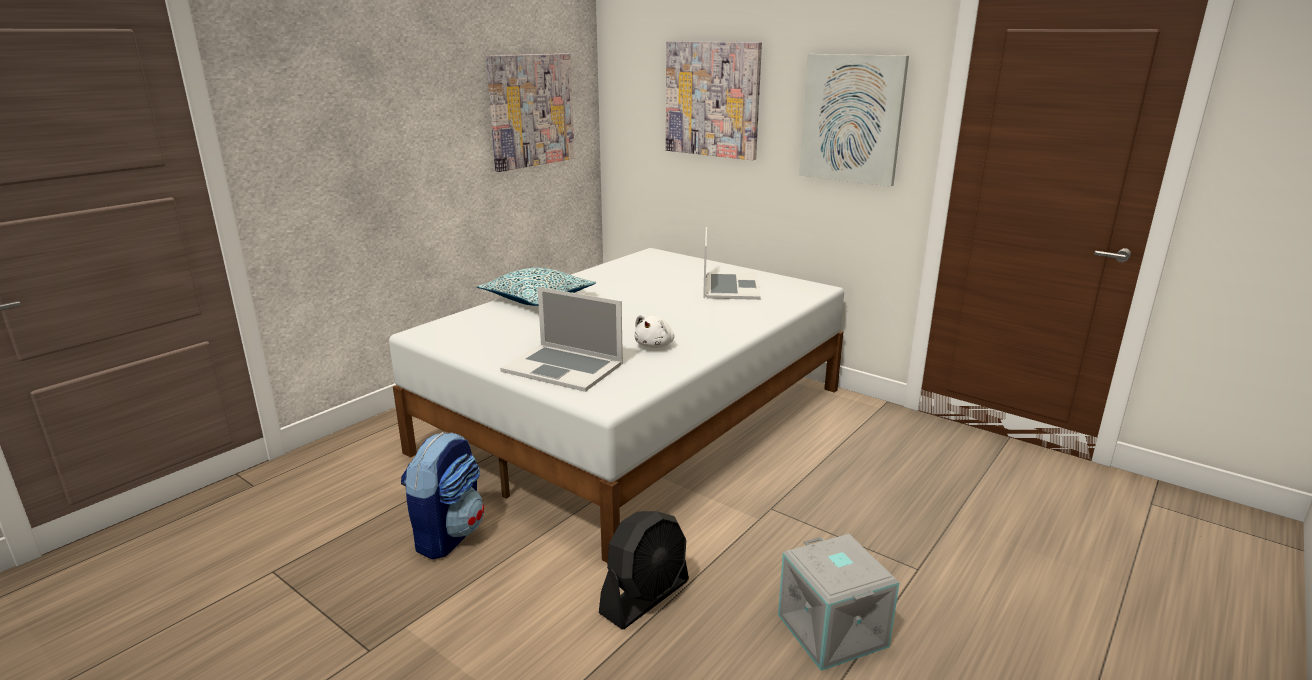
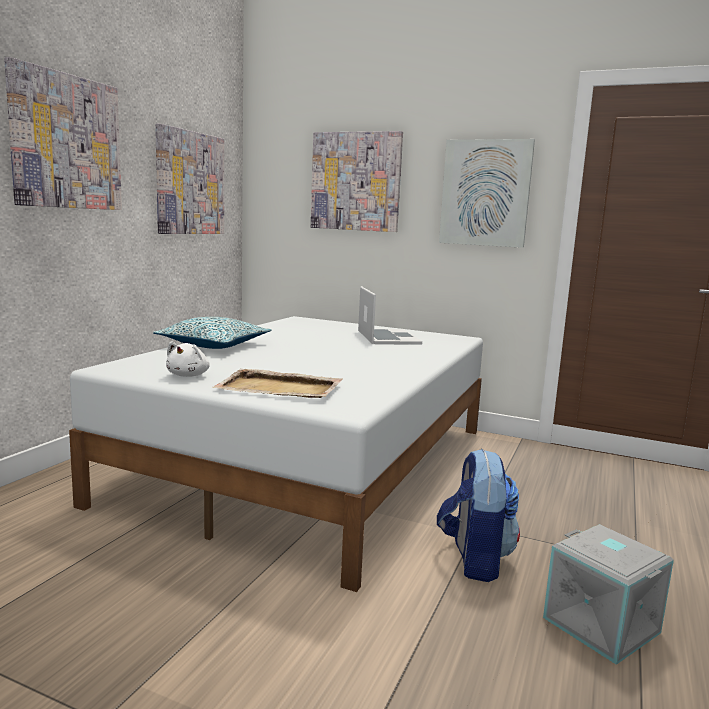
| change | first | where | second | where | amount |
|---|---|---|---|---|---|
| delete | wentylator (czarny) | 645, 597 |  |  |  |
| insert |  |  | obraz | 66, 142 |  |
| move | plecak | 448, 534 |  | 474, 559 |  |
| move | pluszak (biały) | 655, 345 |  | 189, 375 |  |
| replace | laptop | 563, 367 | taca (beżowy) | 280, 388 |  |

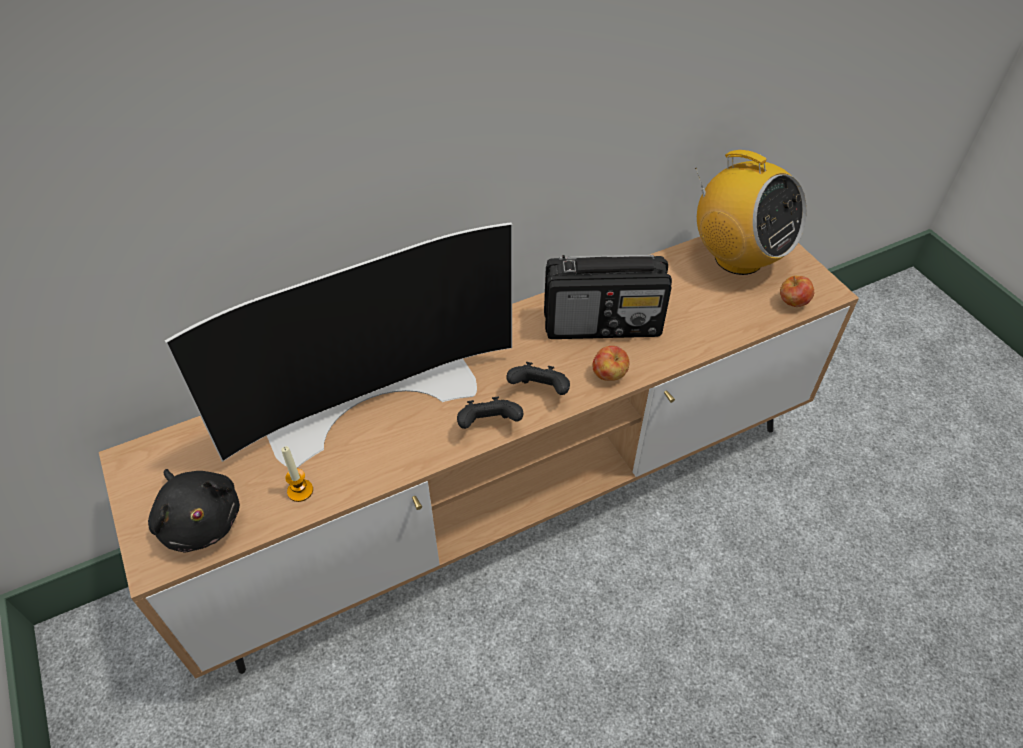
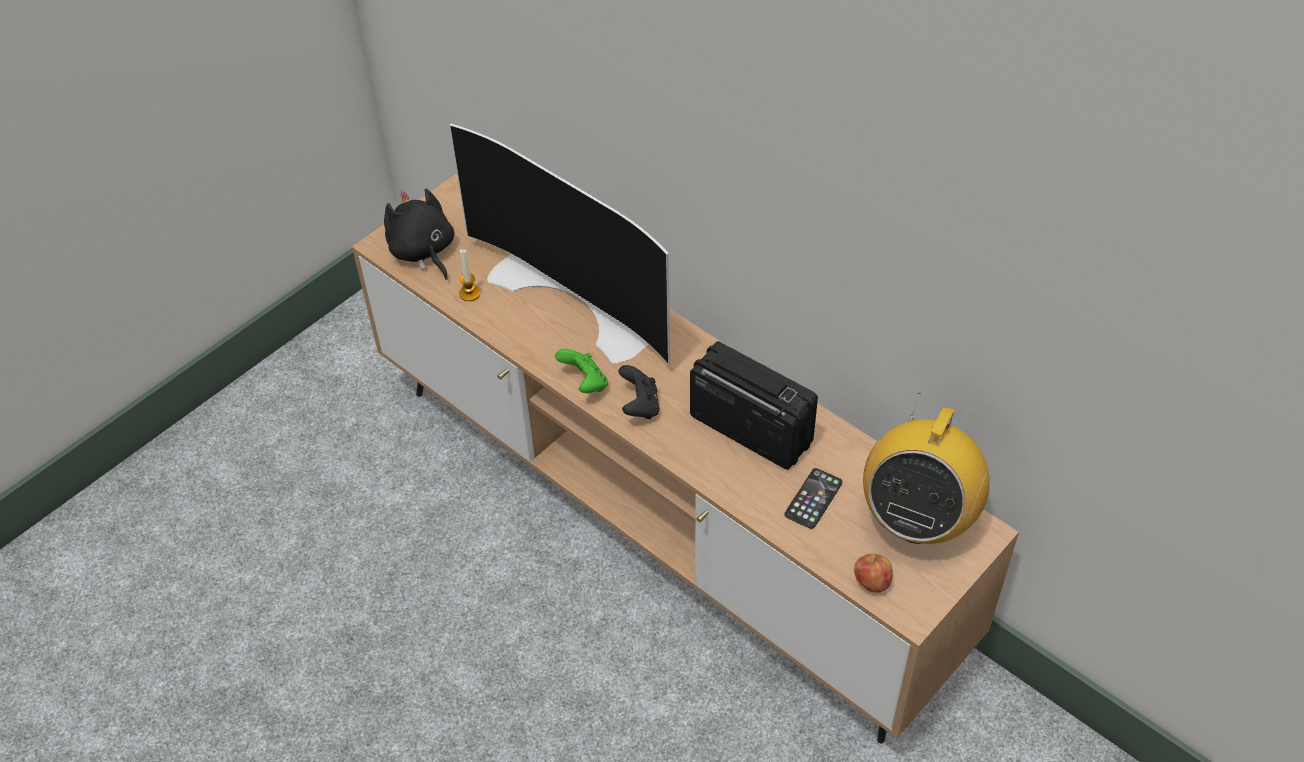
| change | first | where | second | where | amount |
|---|---|---|---|---|---|
| delete | jabłko | 609, 375 |  |  |  |
| insert |  |  | telefon | 813, 499 |  |
| recolor | pad do gier (czarny) | 489, 425 | pad do gier (zielony) | 585, 383 |  |
| rotate | pluszak (czarny) | 200, 520 |  | 423, 251 | 120 degrees clockwise |
| rotate | radio | 603, 324 |  | 749, 429 | 150 degrees clockwise |

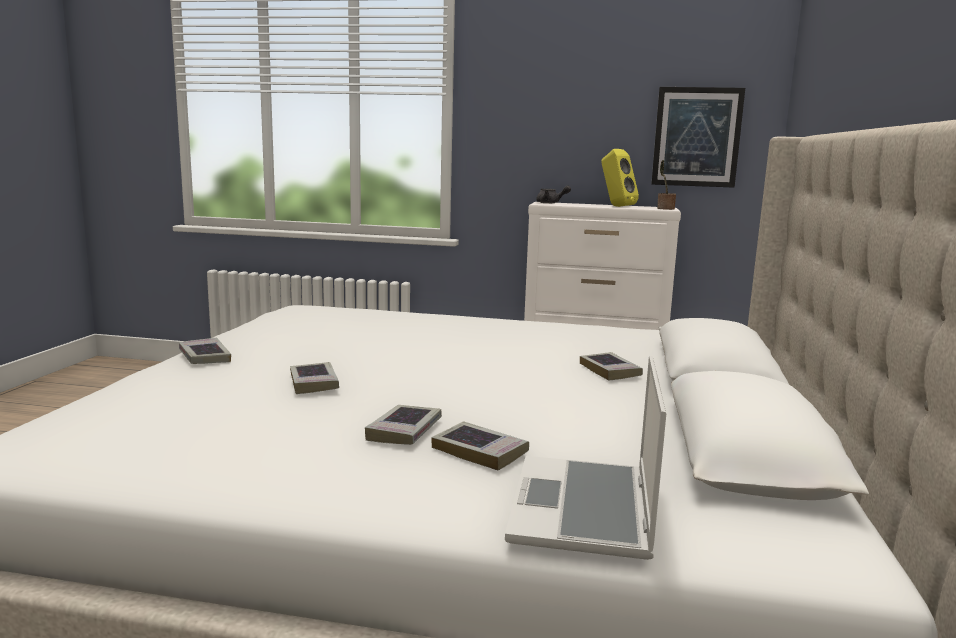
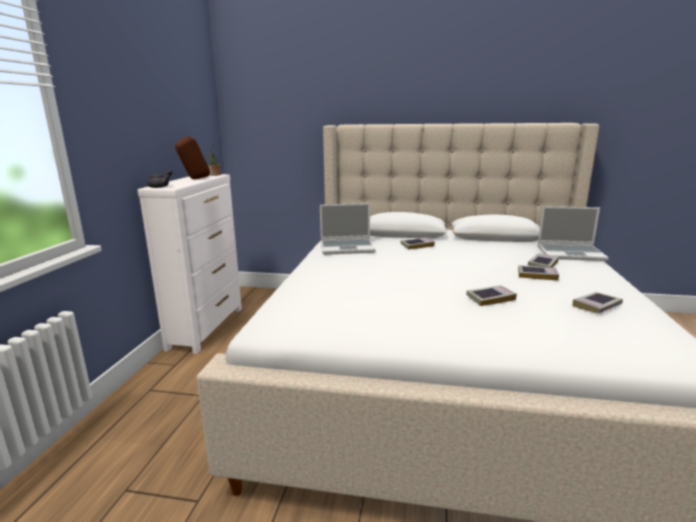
| change | first | where | second | where | amount |
|---|---|---|---|---|---|
| delete | obraz | 696, 137 |  |  |  |
| insert |  |  | laptop | 347, 248 |  |
| move | książka | 204, 357 |  | 596, 306 |  |
| recolor | głośnik (żółty) | 616, 206 | głośnik (brązowy) | 194, 179 |  |

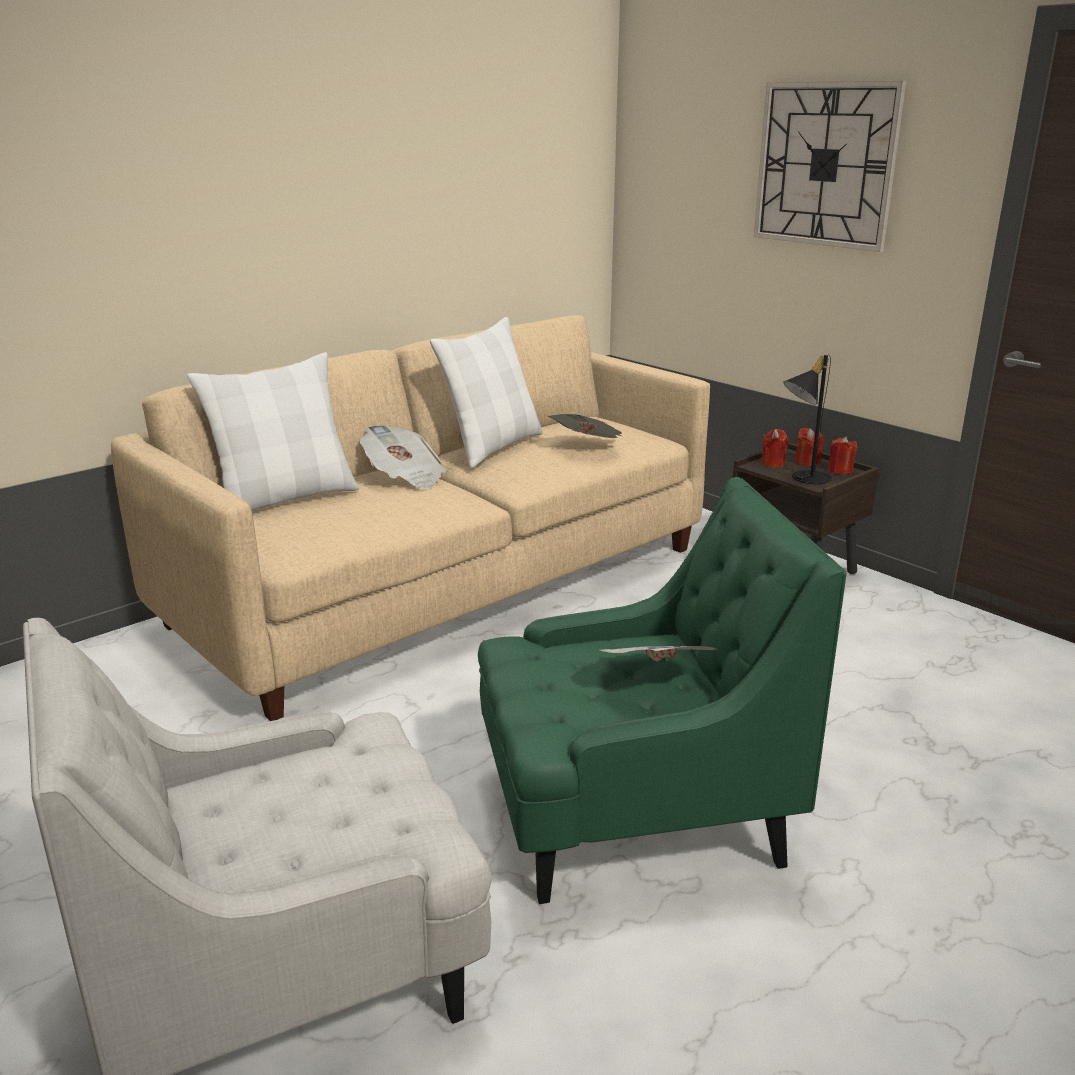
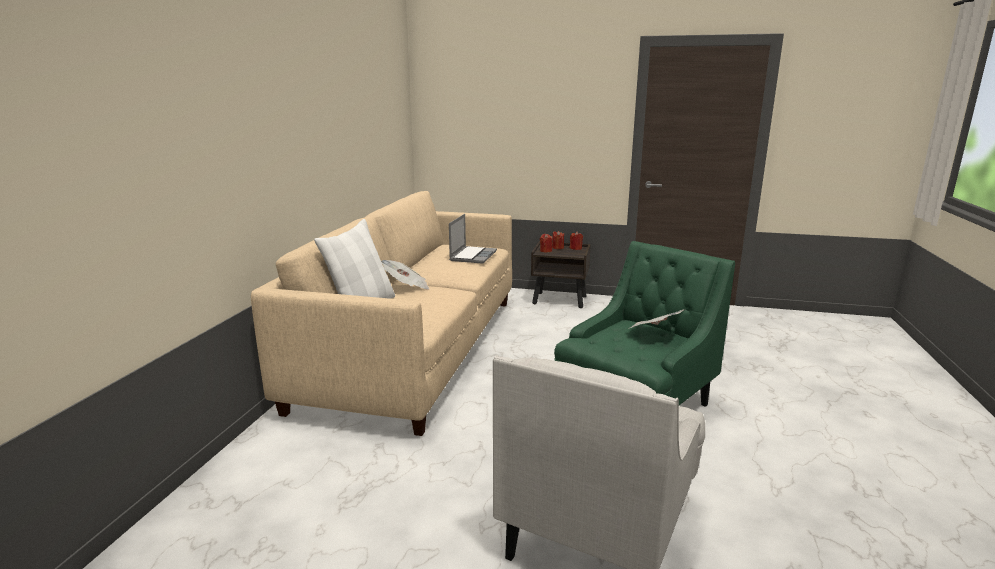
| change | first | where | second | where | amount |
|---|---|---|---|---|---|
| delete | poduszka (biały) | 492, 447 |  |  |  |
| delete | zegar ścienny | 825, 165 |  |  |  |
| delete | lampa stołowa (czarny) | 803, 478 |  |  |  |
| replace | gazeta | 588, 447 | laptop | 473, 256 |  |

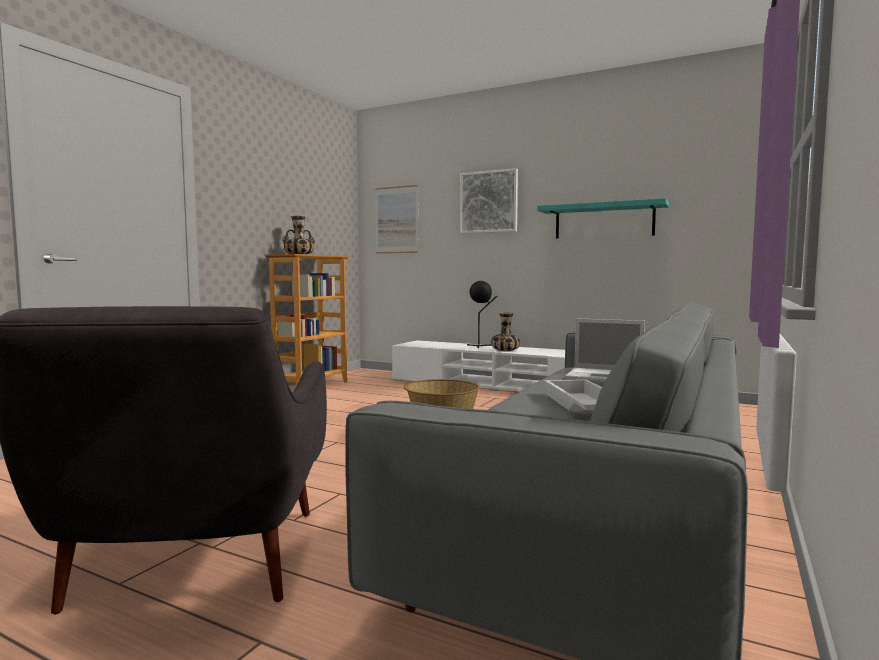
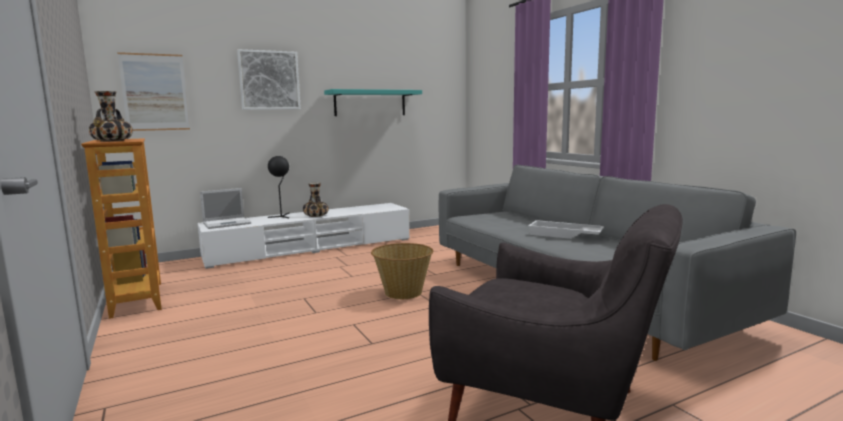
| change | first | where | second | where | amount |
|---|---|---|---|---|---|
| move | laptop | 606, 376 |  | 228, 223 |  |

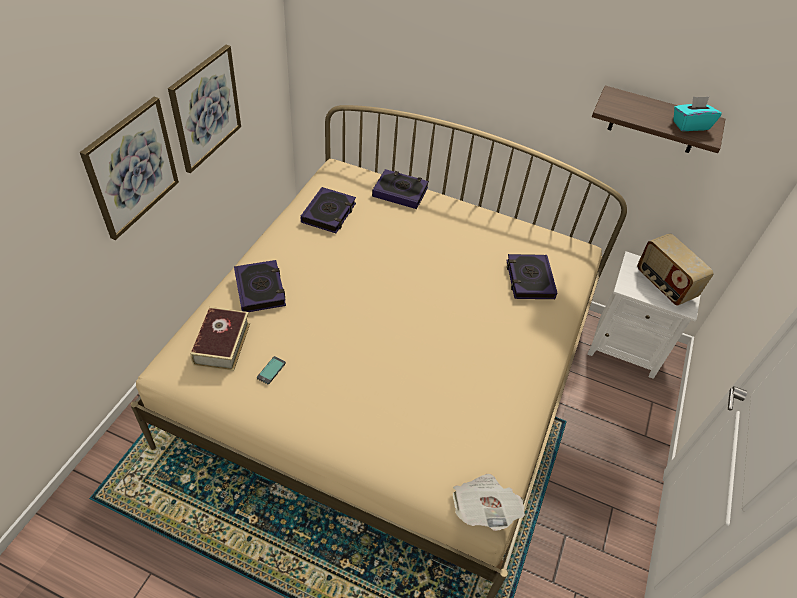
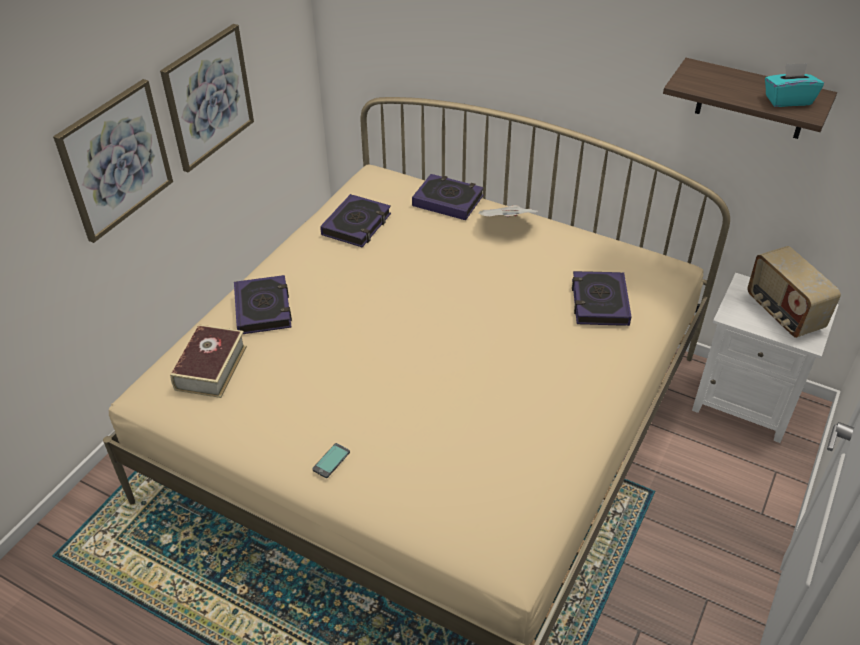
| change | first | where | second | where | amount |
|---|---|---|---|---|---|
| move | telefon | 271, 370 |  | 331, 461 |  |
| move | gazeta | 484, 508 |  | 507, 224 |  |

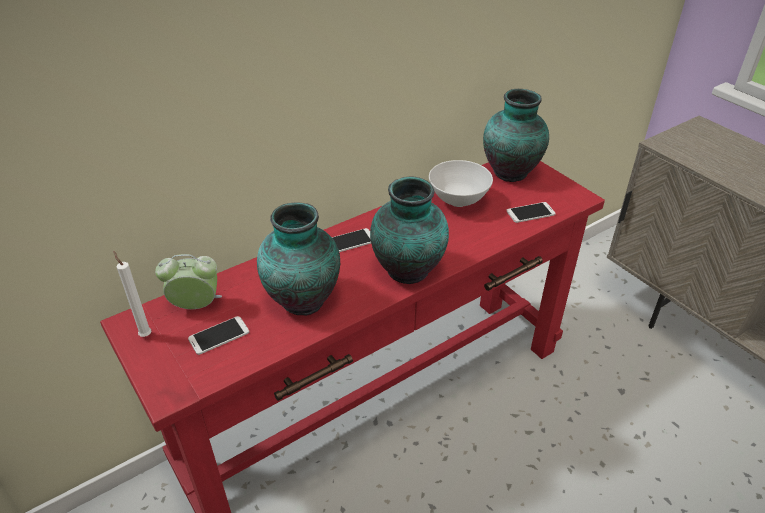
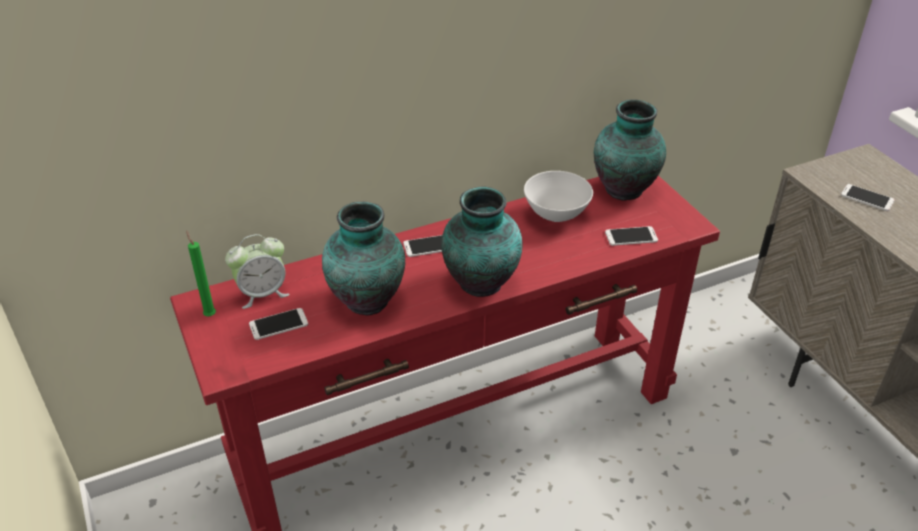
| change | first | where | second | where | amount |
|---|---|---|---|---|---|
| insert |  |  | telefon | 867, 198 |  |
| recolor | świeca (biały) | 145, 334 | świeca (zielony) | 209, 314 |  |
| rotate | budzik | 196, 306 |  | 262, 293 | 150 degrees clockwise |

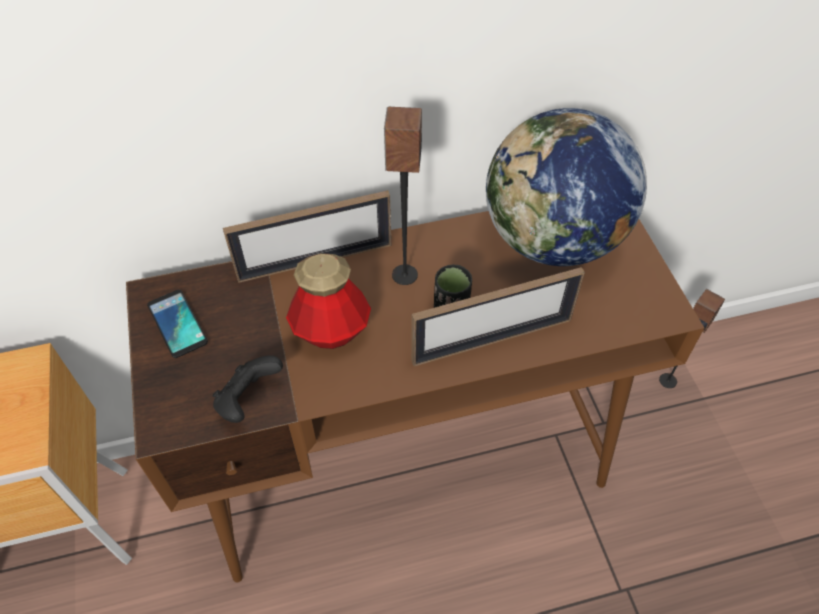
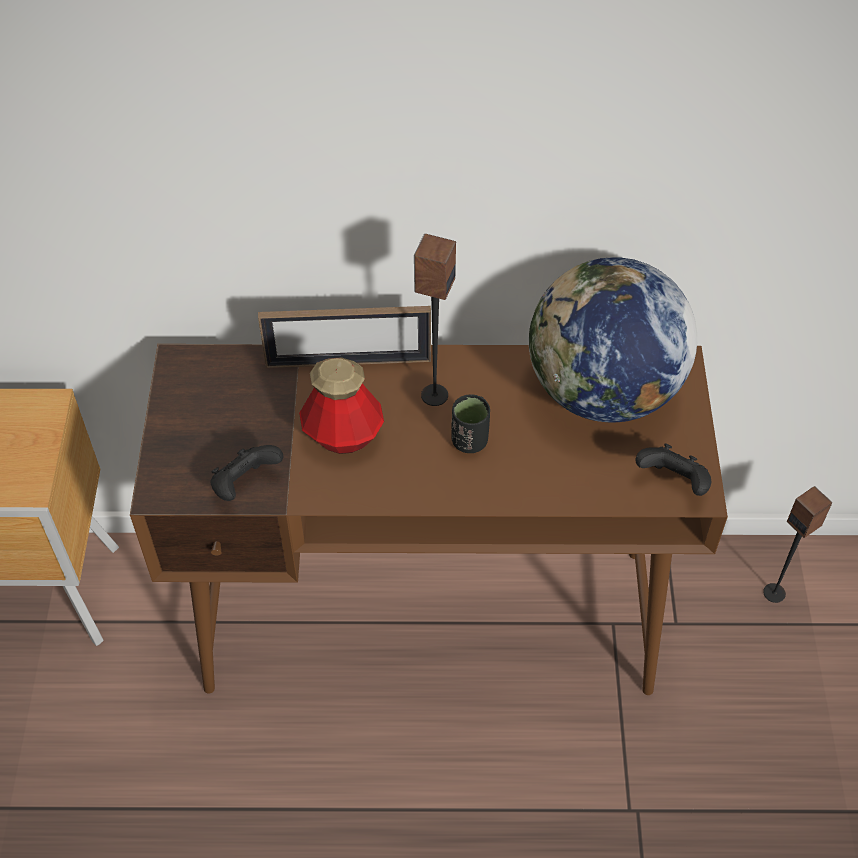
| change | first | where | second | where | amount |
|---|---|---|---|---|---|
| delete | telefon | 177, 324 |  |  |  |
| delete | ramka na zdjęcie | 492, 340 |  |  |  |
| insert |  |  | pad do gier (czarny) | 673, 482 |  |

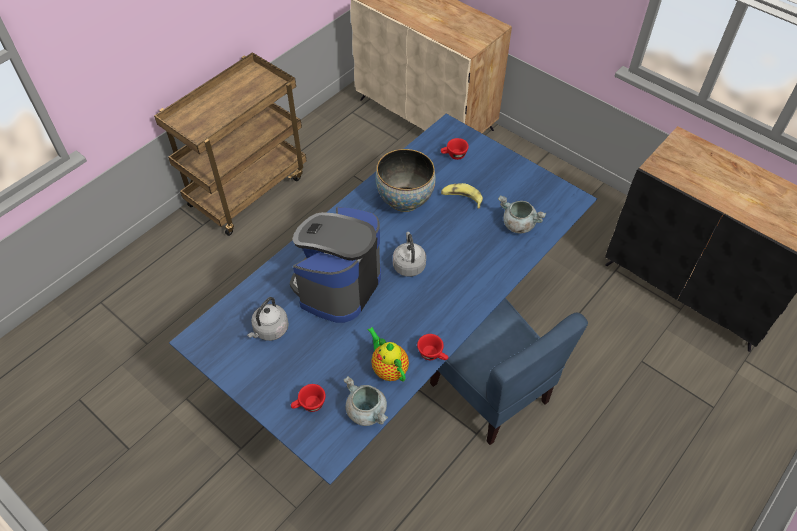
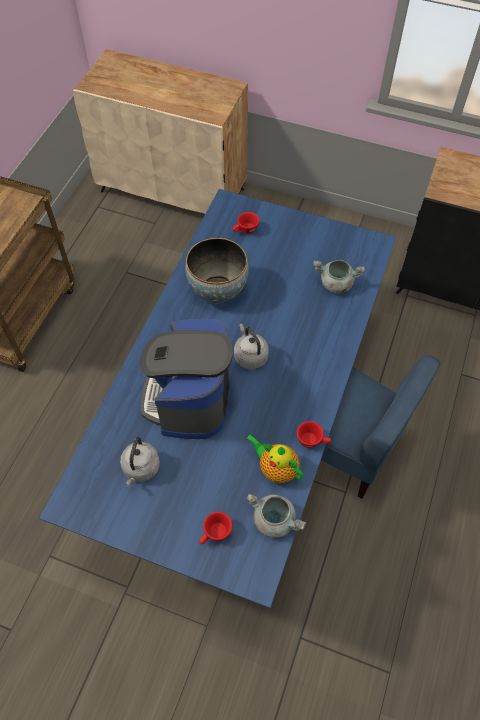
| change | first | where | second | where | amount |
|---|---|---|---|---|---|
| delete | banan | 461, 198 |  |  |  |

